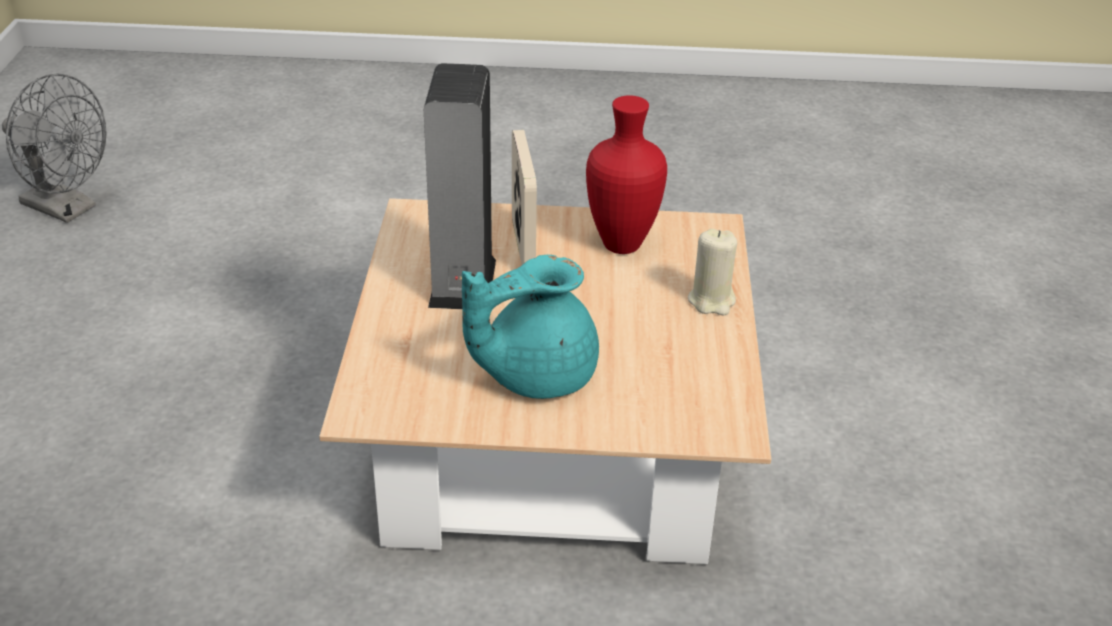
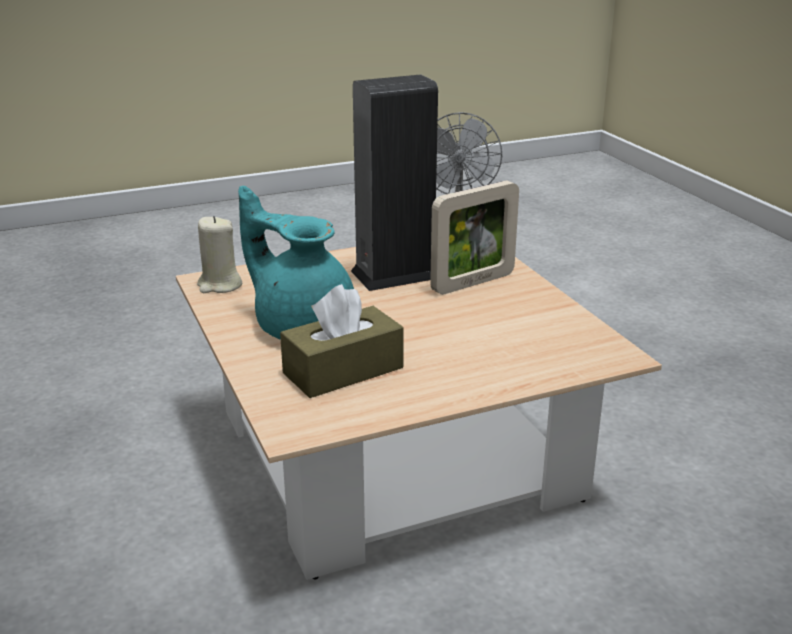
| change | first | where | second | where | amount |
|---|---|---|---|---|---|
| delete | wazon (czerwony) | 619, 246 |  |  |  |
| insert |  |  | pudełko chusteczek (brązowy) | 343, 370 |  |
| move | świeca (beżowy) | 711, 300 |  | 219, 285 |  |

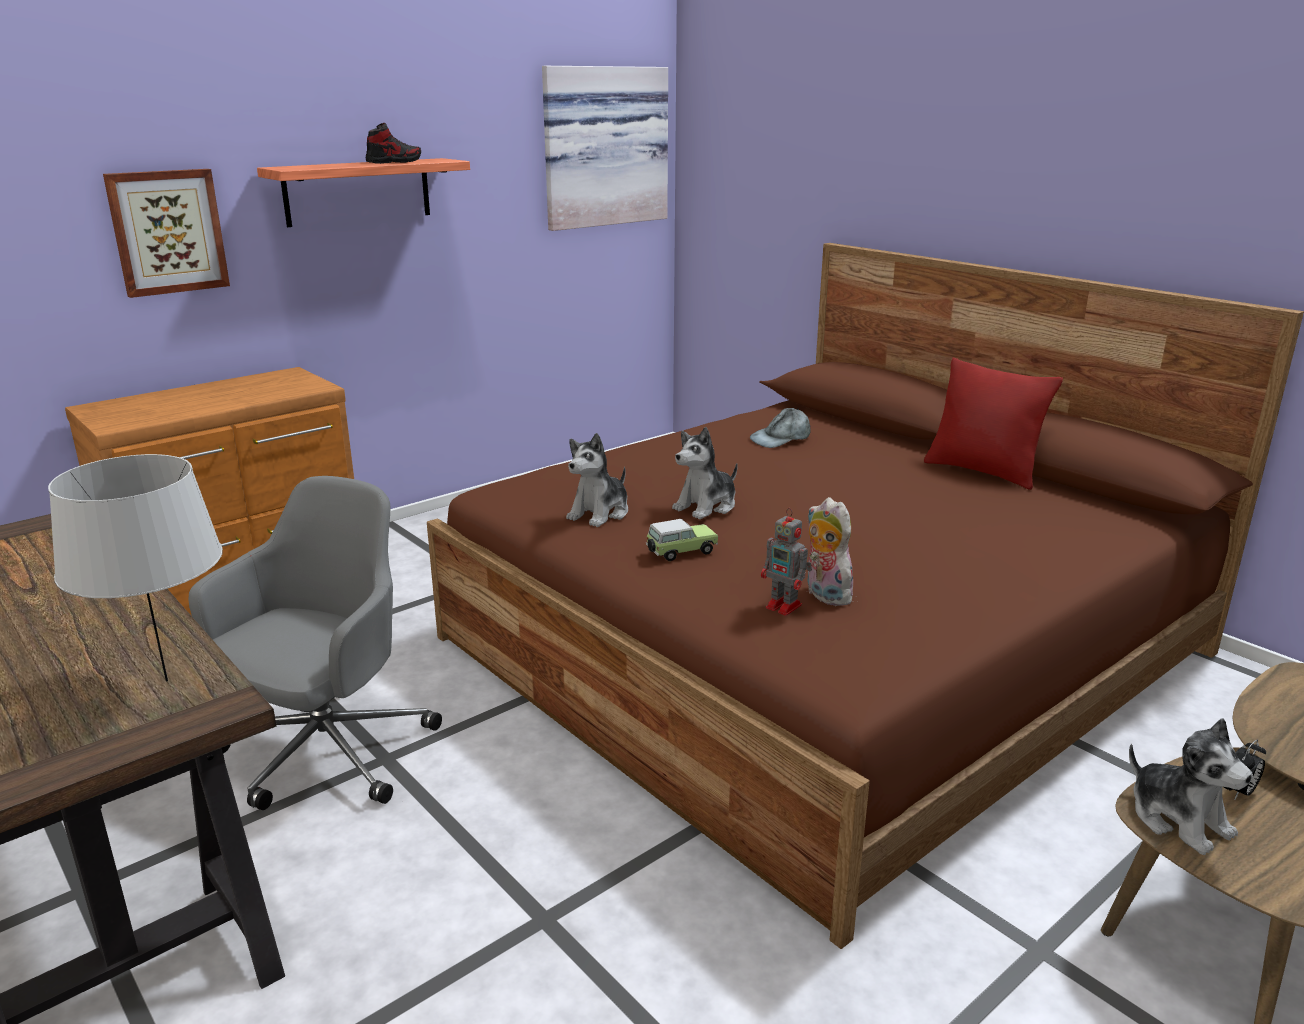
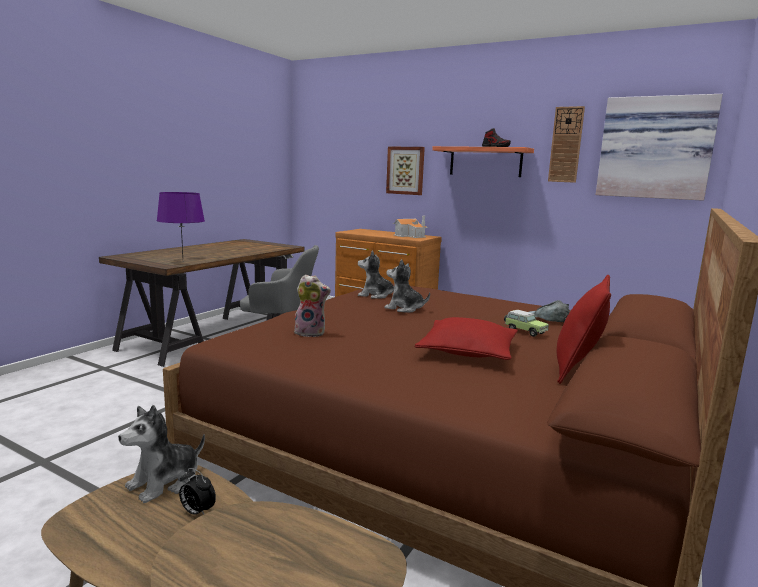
| change | first | where | second | where | amount |
|---|---|---|---|---|---|
| delete | robot zabawkowy | 785, 607 |  |  |  |
| insert |  |  | domek | 410, 236 |  |
| insert |  |  | poduszka (czerwony) | 467, 351 |  |
| insert |  |  | zegar ścienny | 566, 145 |  |
| move | samochodzik | 679, 552 |  | 524, 331 |  |
| recolor | lampa stołowa (szary) | 167, 680 | lampa stołowa (fioletowy) | 183, 261 |  |
| rotate | pluszak | 824, 595 |  | 311, 333 | 60 degrees clockwise |

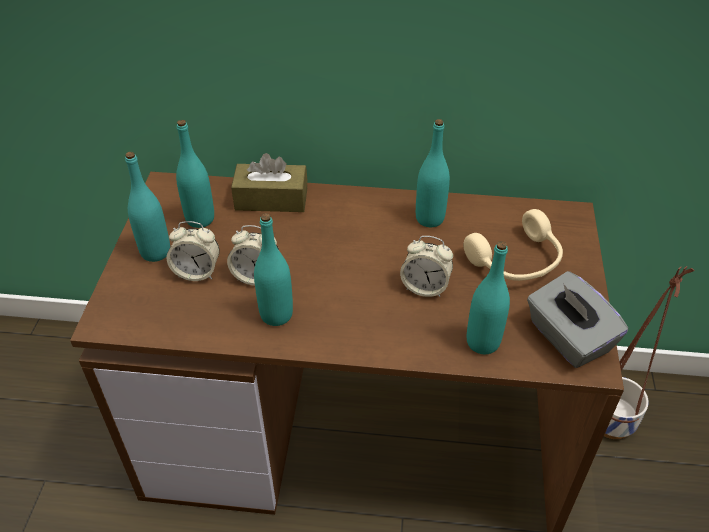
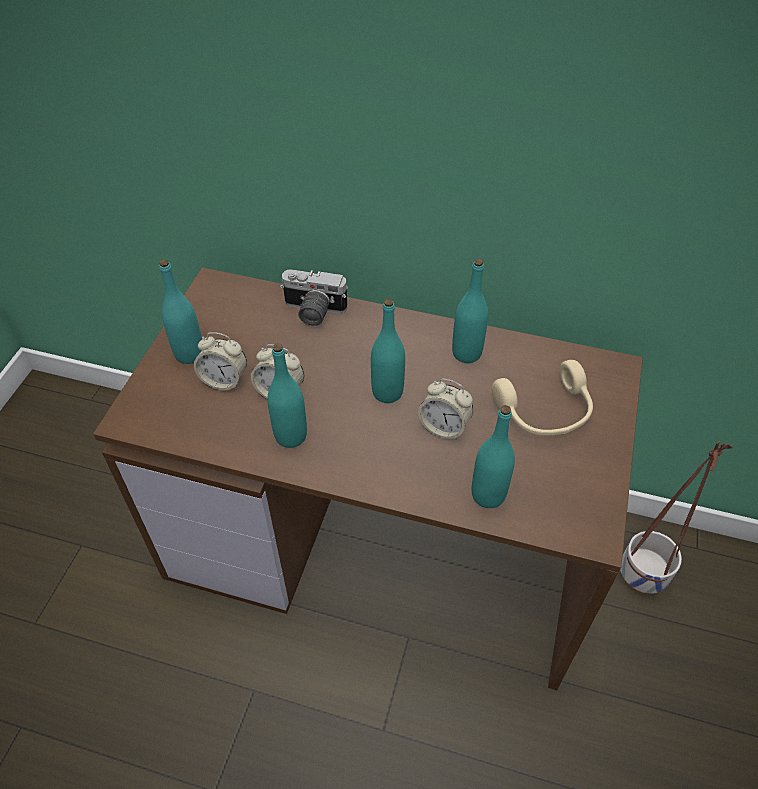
| change | first | where | second | where | amount |
|---|---|---|---|---|---|
| delete | pudełko chusteczek (szary) | 567, 338 |  |  |  |
| move | butelka (turkusowy) | 200, 219 |  | 387, 392 |  |
| replace | pudełko chusteczek (brązowy) | 271, 199 | aparat fotograficzny | 312, 312 |  |

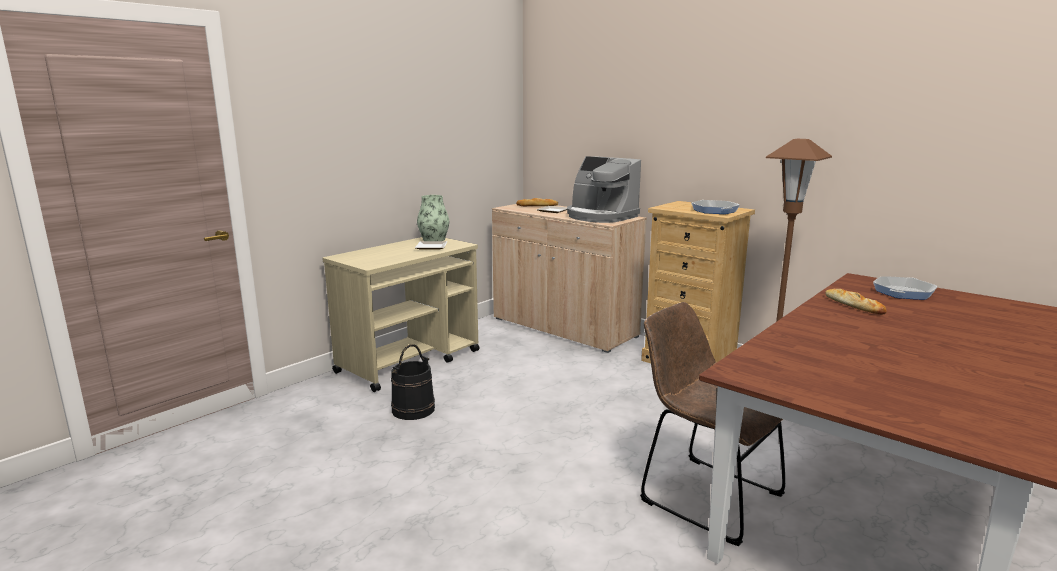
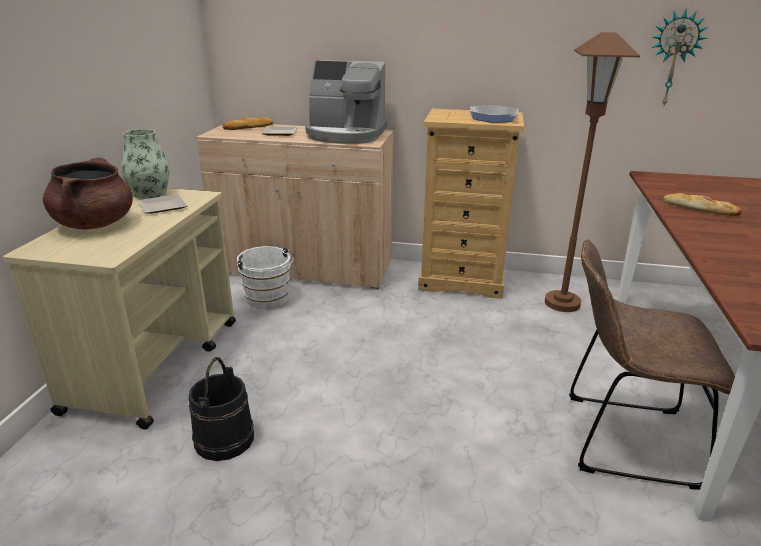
| change | first | where | second | where | amount |
|---|---|---|---|---|---|
| delete | patelnia | 903, 292 |  |  |  |
| insert |  |  | garnek (brązowy) | 95, 224 |  |
| insert |  |  | wiadro (biały) | 269, 301 |  |
| insert |  |  | zegar ścienny | 673, 59 |  |

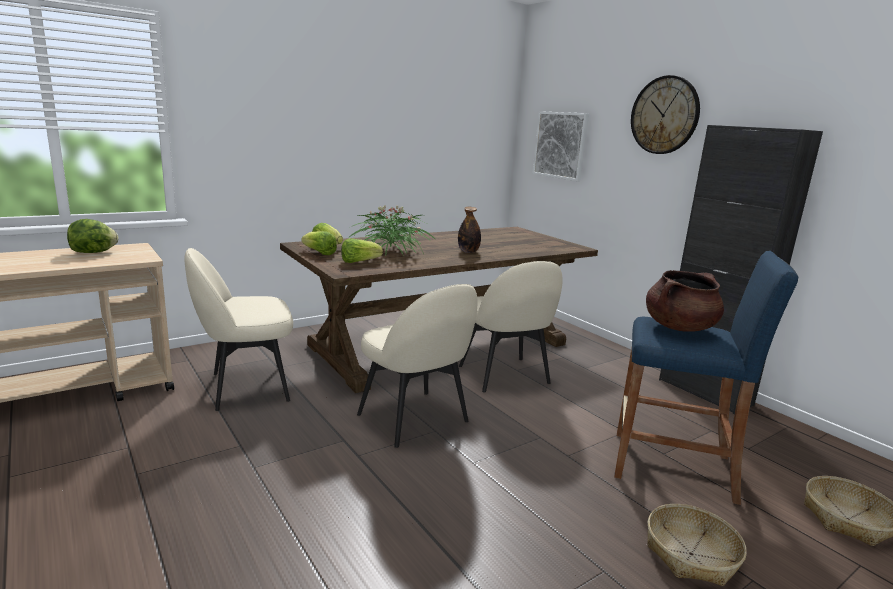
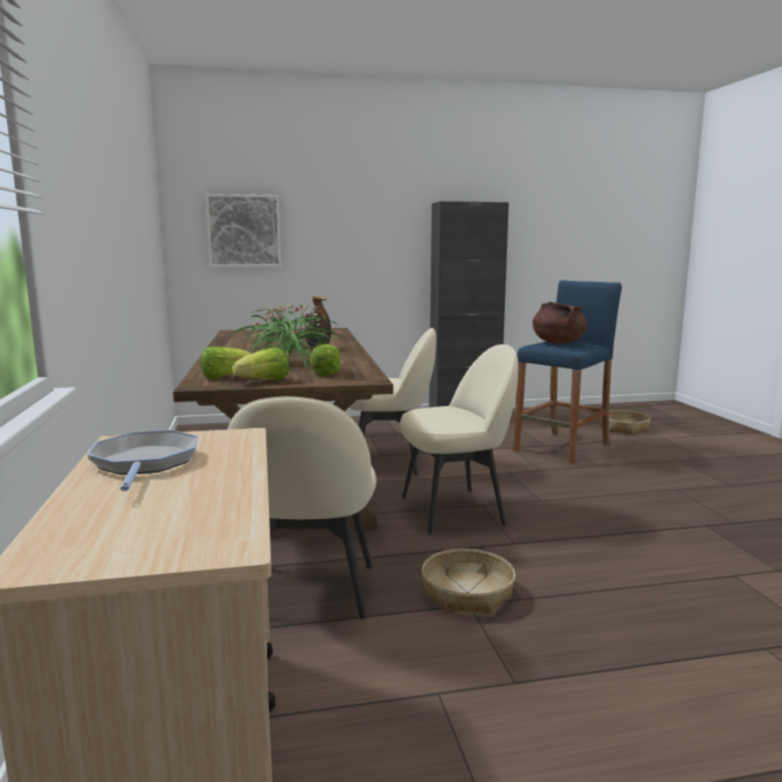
| change | first | where | second | where | amount |
|---|---|---|---|---|---|
| delete | zegar ścienny | 664, 115 |  |  |  |
| move | koszyk | 691, 554 |  | 468, 593 |  |
| replace | sałata | 94, 252 | patelnia | 145, 463 |  |

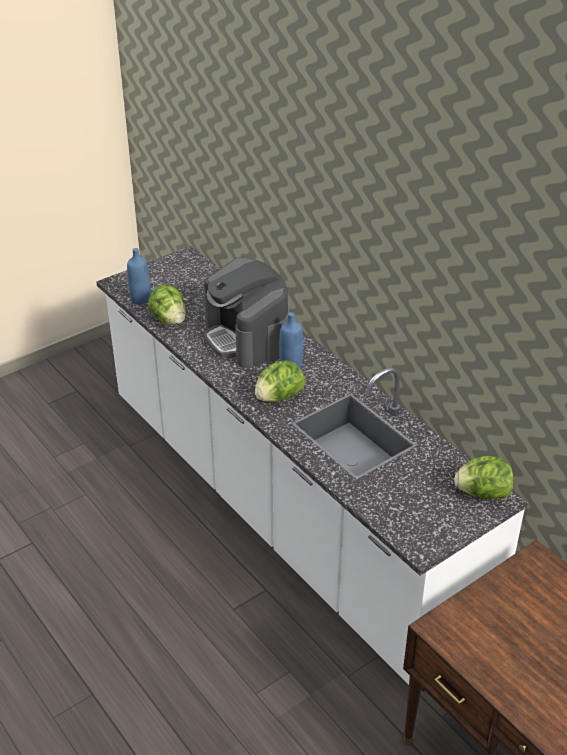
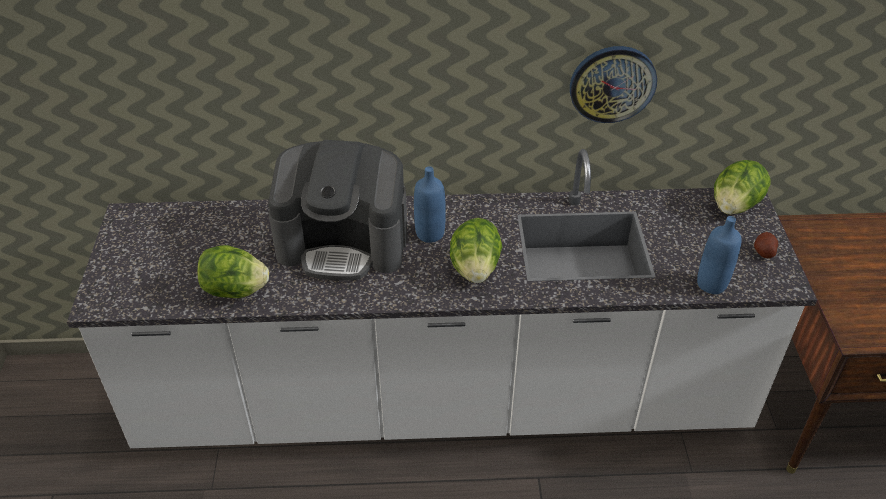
| change | first | where | second | where | amount |
|---|---|---|---|---|---|
| insert |  |  | zegar ścienny | 612, 83 |  |
| insert |  |  | ziemniak | 764, 252 |  |
| move | butelka (niebieski) | 140, 299 |  | 711, 284 |  |

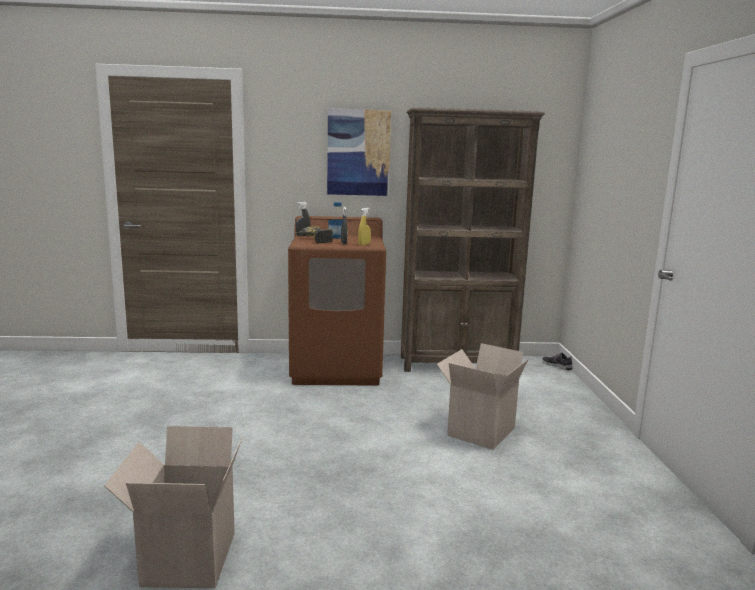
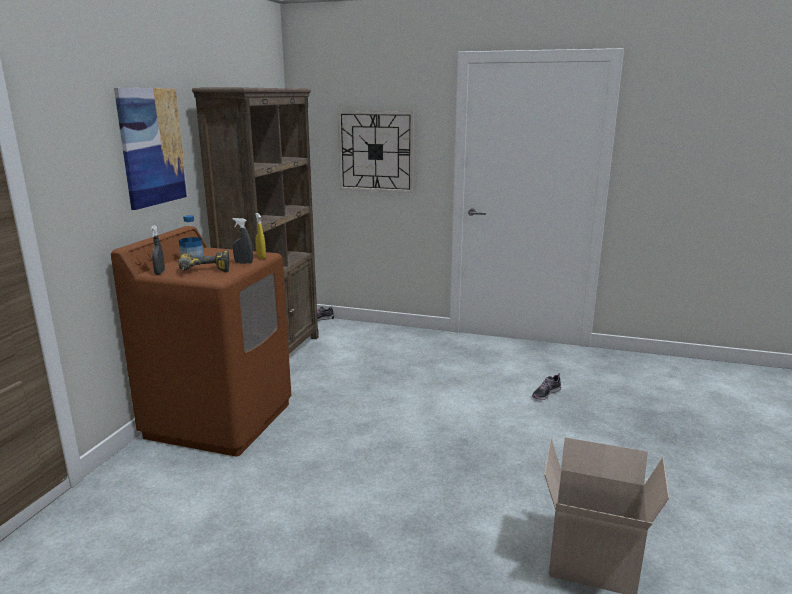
| change | first | where | second | where | amount |
|---|---|---|---|---|---|
| delete | karton | 479, 431 |  |  |  |
| insert |  |  | zegar ścienny | 376, 151 |  |
| insert |  |  | but | 546, 394 |  |

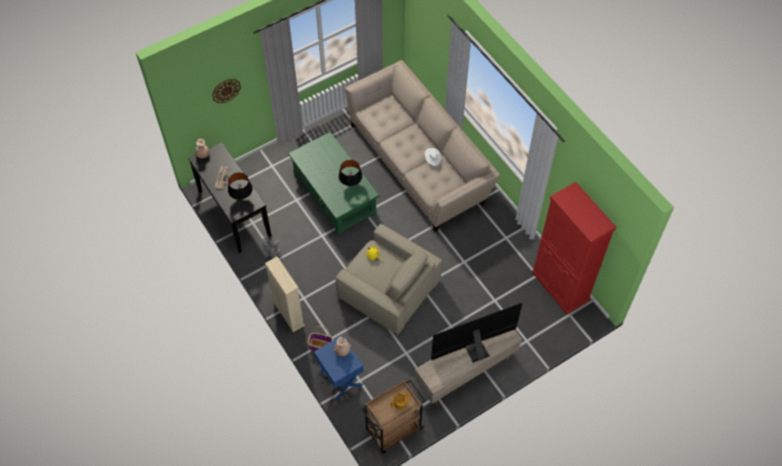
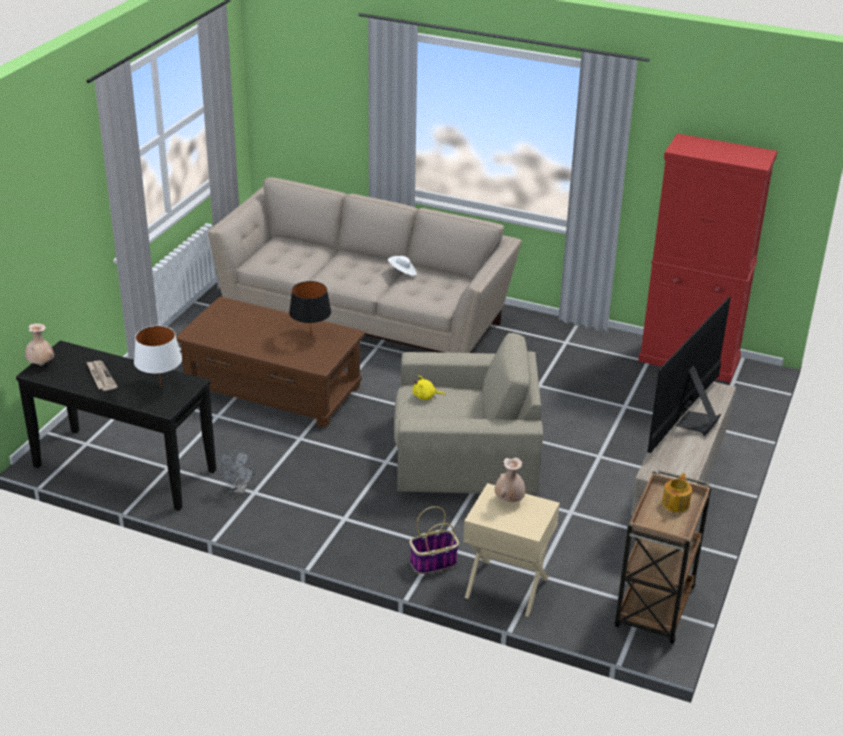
| change | first | where | second | where | amount |
|---|---|---|---|---|---|
| delete | zegar ścienny | 226, 90 |  |  |  |
| delete | regał (beżowy) | 288, 314 |  |  |  |
| recolor | lampa stołowa (czarny) | 242, 198 | lampa stołowa (biały) | 160, 386 |  |
| recolor | ława (zielony) | 334, 194 | ława (brązowy) | 273, 388 |  |
| recolor | szafka nocna (niebieski) | 340, 379 | szafka nocna (beżowy) | 506, 588 |  |

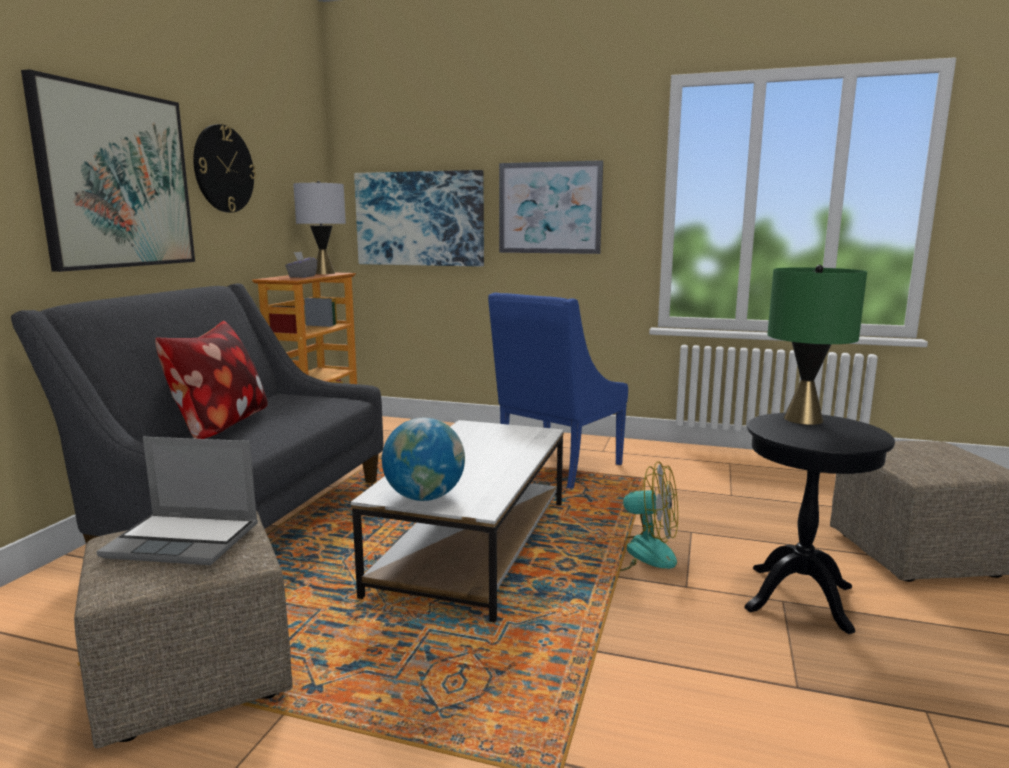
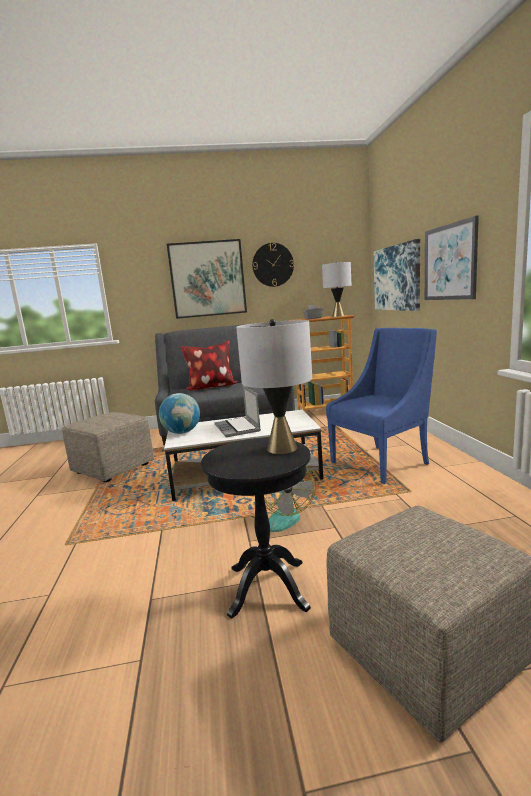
| change | first | where | second | where | amount |
|---|---|---|---|---|---|
| move | laptop | 185, 540 |  | 238, 428 |  |
| recolor | lampa stołowa (zielony) | 803, 419 | lampa stołowa (szary) | 282, 448 |  |
| rotate | fotel (niebieski) | 556, 467 |  | 382, 463 | 135 degrees clockwise |

